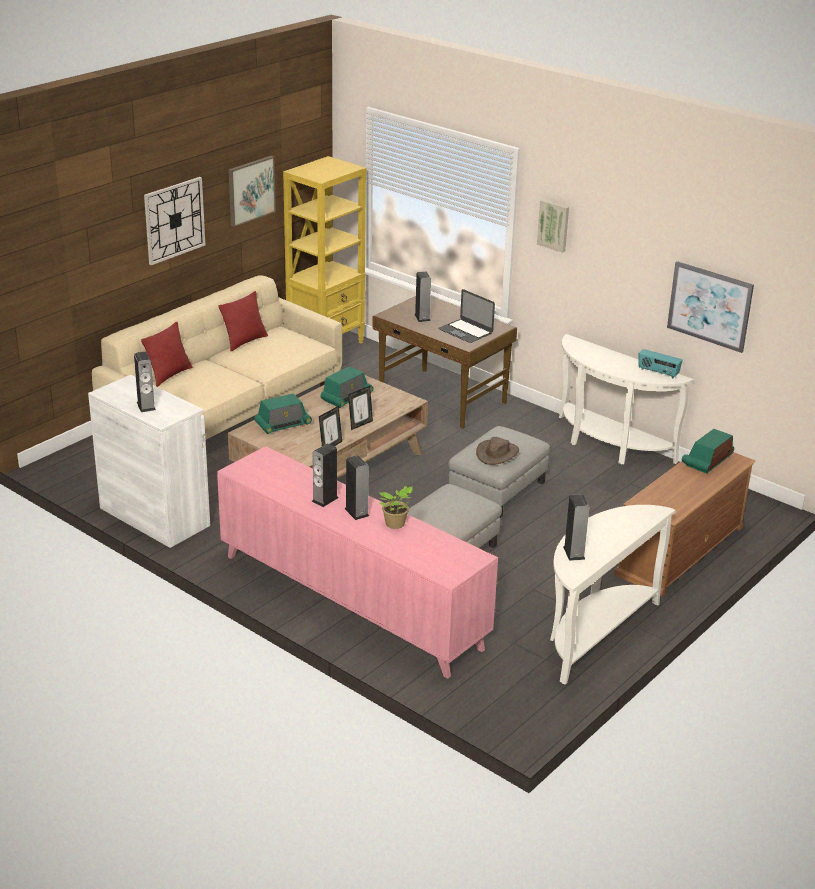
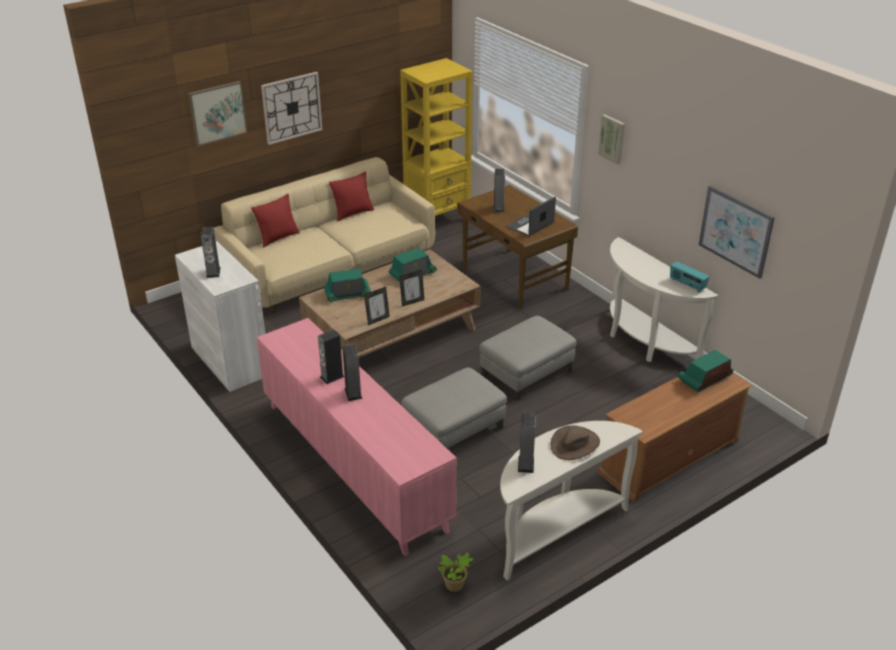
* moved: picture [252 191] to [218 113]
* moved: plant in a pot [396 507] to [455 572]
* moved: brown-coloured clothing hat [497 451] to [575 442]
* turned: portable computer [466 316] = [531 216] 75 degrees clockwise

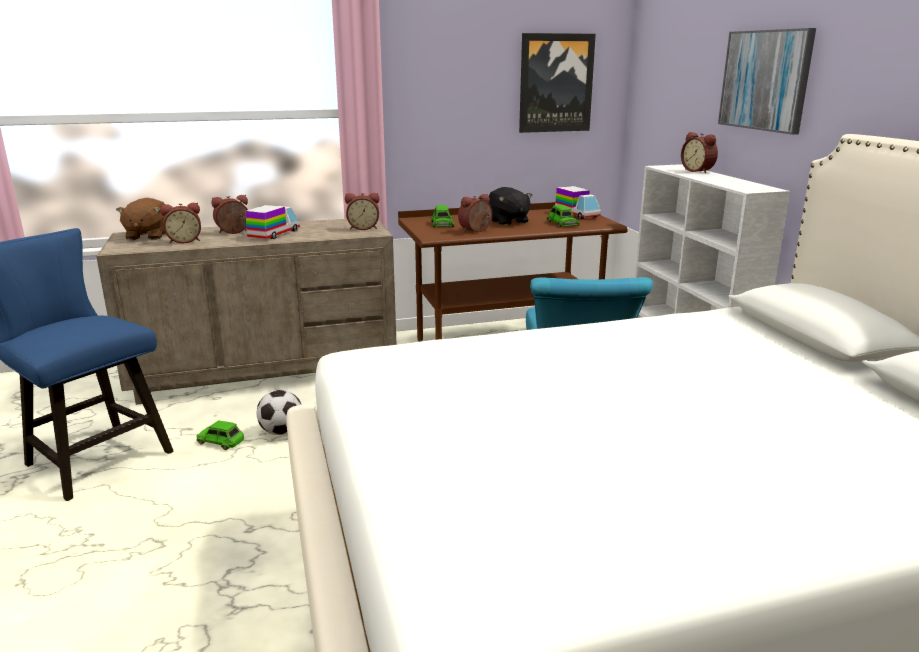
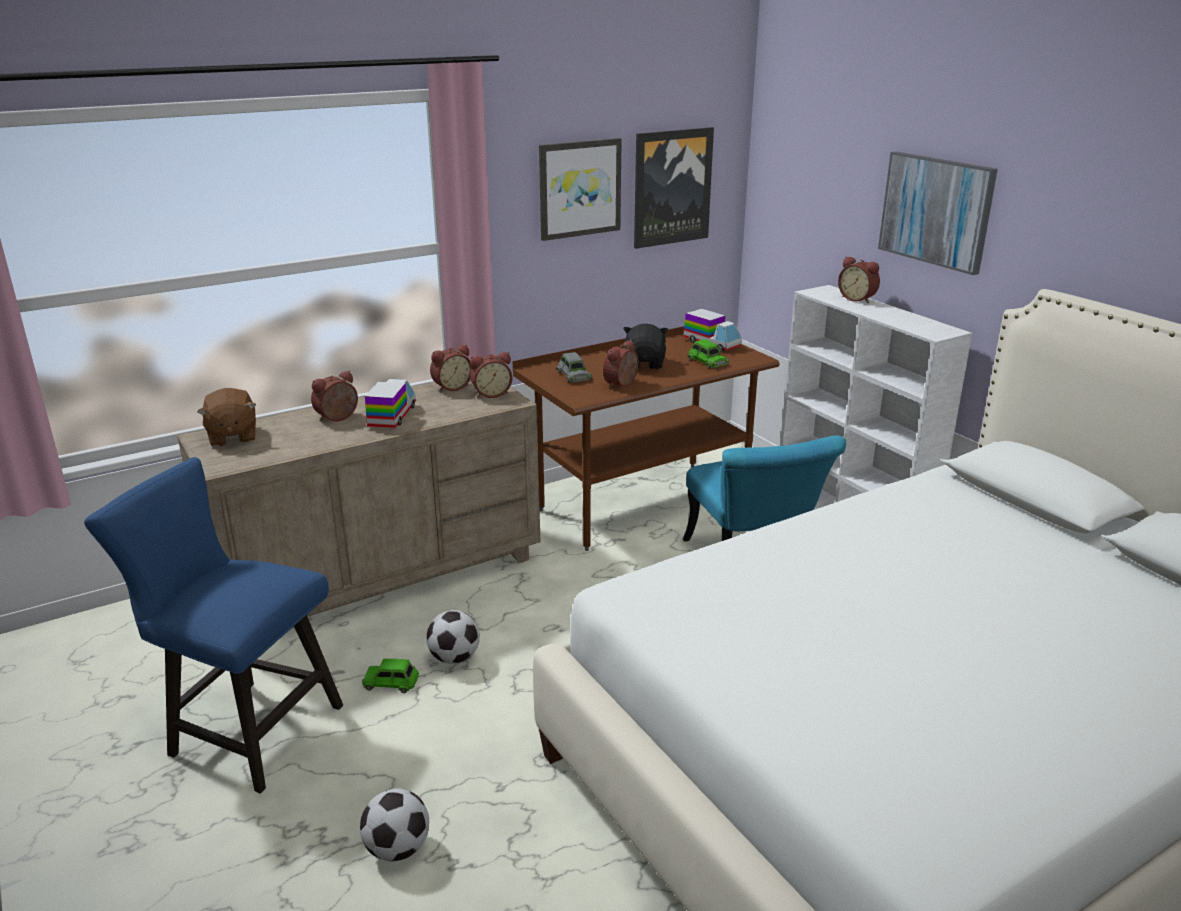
* added: ball for football [394 824]
* added: picture [580 189]
* moved: alarm clock [180 223] to [450 368]
* recoloured: greenish toy car [442 216] to gray toy car [574 367]
* turned: blackish cuddly toy [510 206] = [645 346] 135 degrees counterclockwise

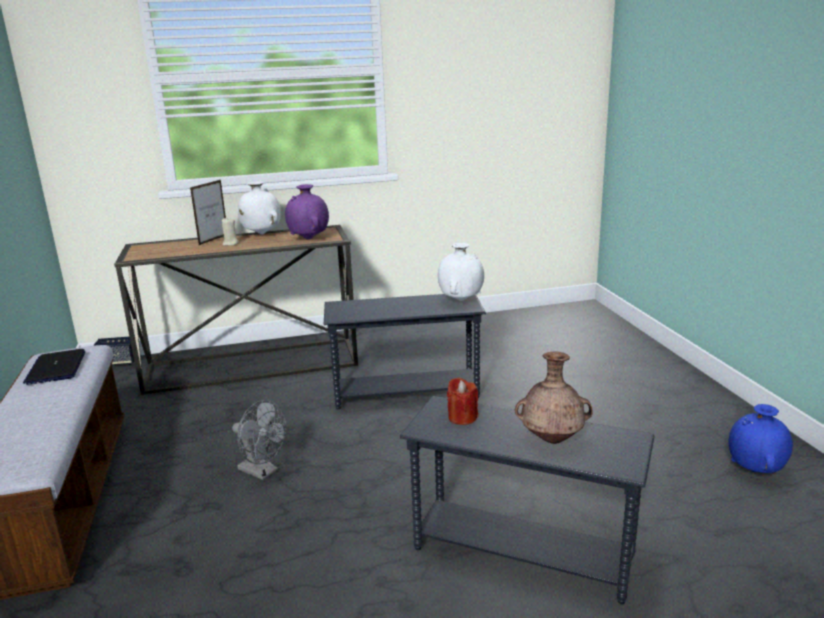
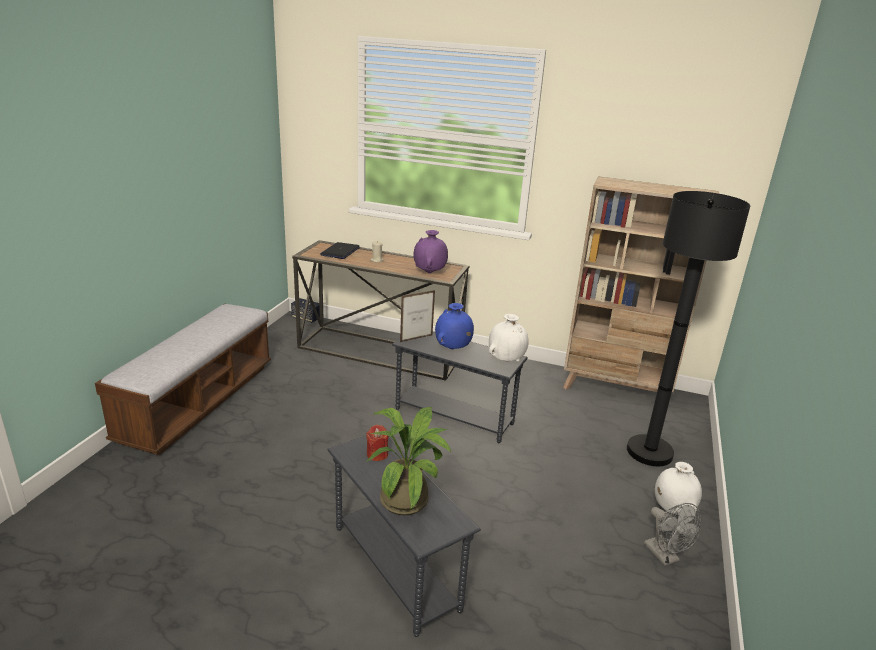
* added: sand-coloured shelving unit [641 284]
* added: blackish floor lamp [688 328]
* moved: portable computer [54 367] to [340 250]
* moved: photo frame [208 212] to [417 316]
* moved: gray electric fan [259 440] to [672 534]
* moved: white vase [259 208] to [678 488]
* moved: blue vase [761 438] to [454 326]
* replaced: brown-coloured vase [554 398] to plant in a pot [409 461]

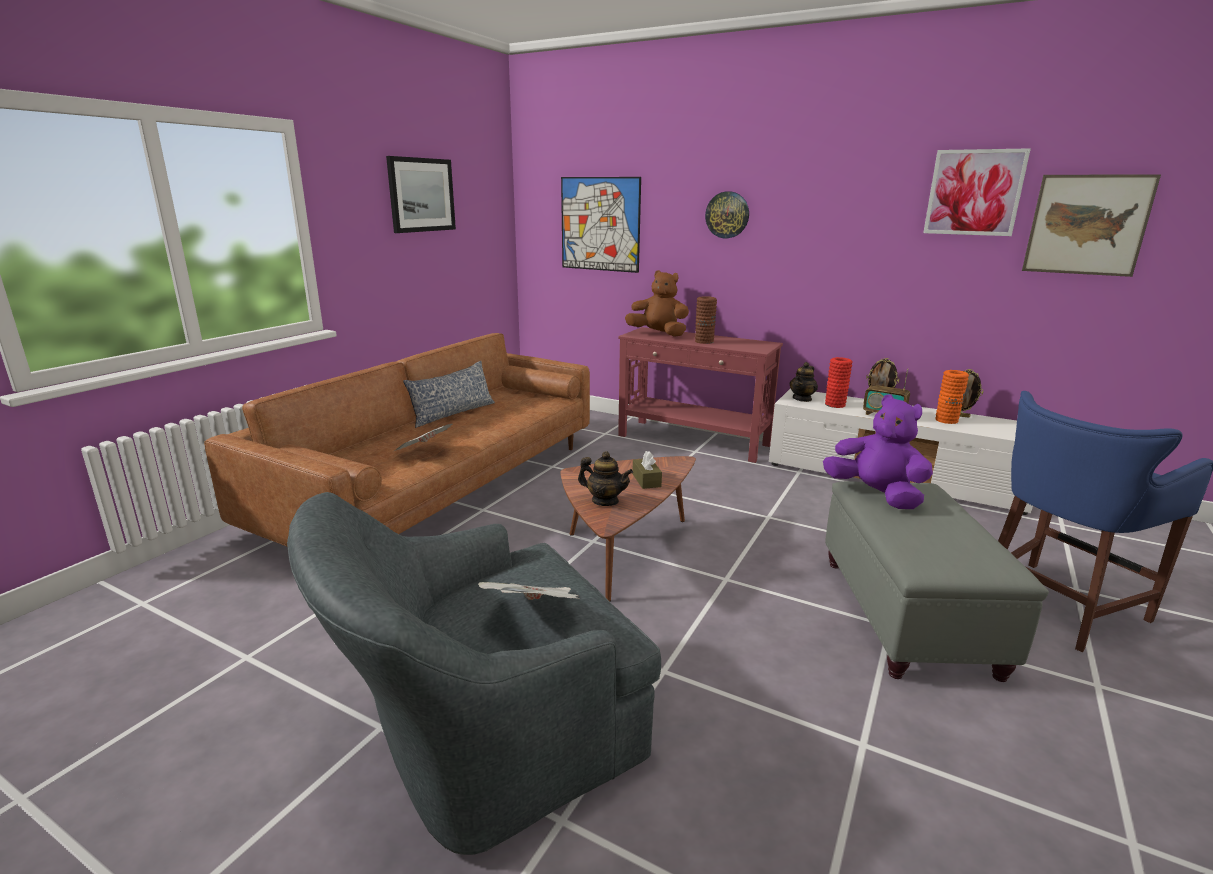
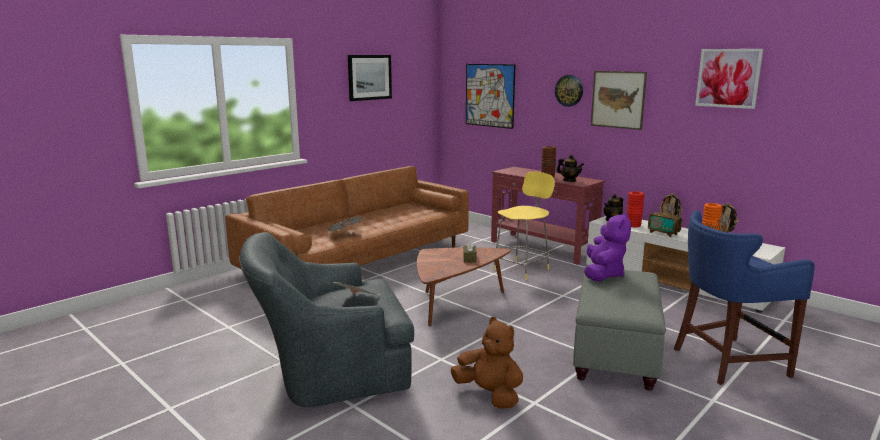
* removed: throw pillow [449 394]
* added: yellow-coloured stool [524 226]
* moved: pot for tea [605 478] to [570 168]
* moved: brown-coloured cuddly toy [657 303] to [487 363]
* moved: picture [1091 226] to [619 100]
* turned: purple cuddly toy [878 451] = [607 247] 45 degrees clockwise

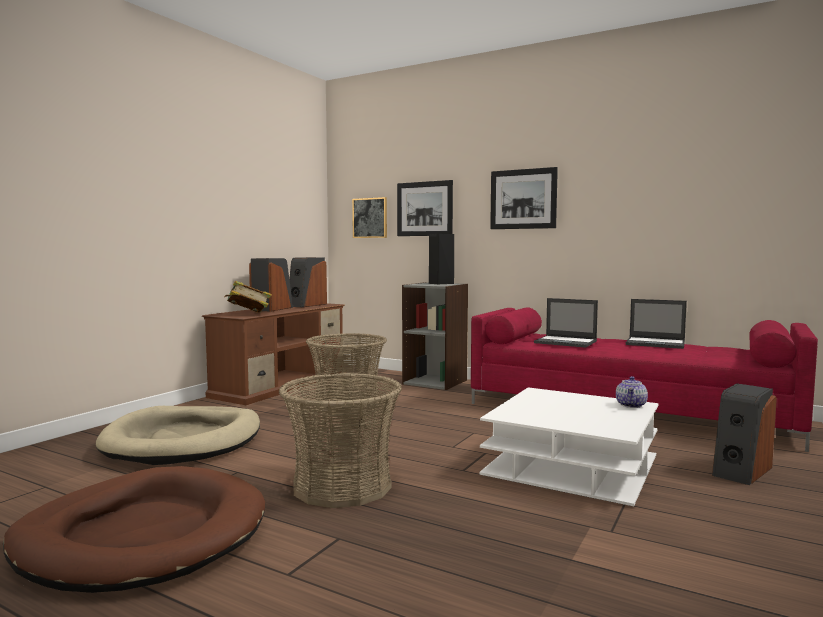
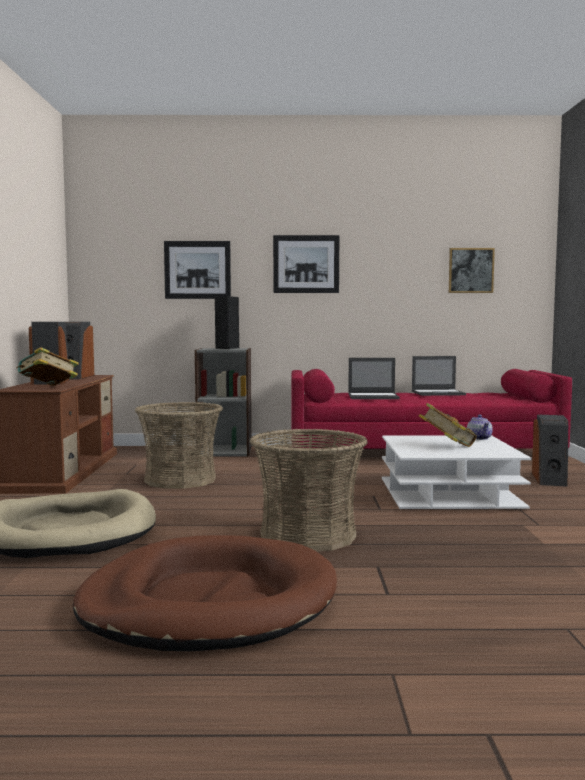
* added: book [448 425]
* moved: picture [369 217] to [472 270]

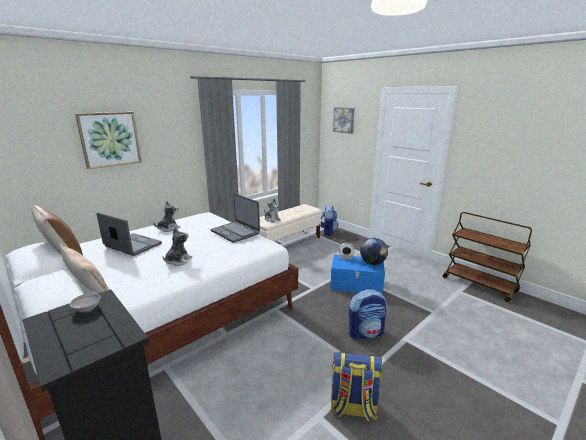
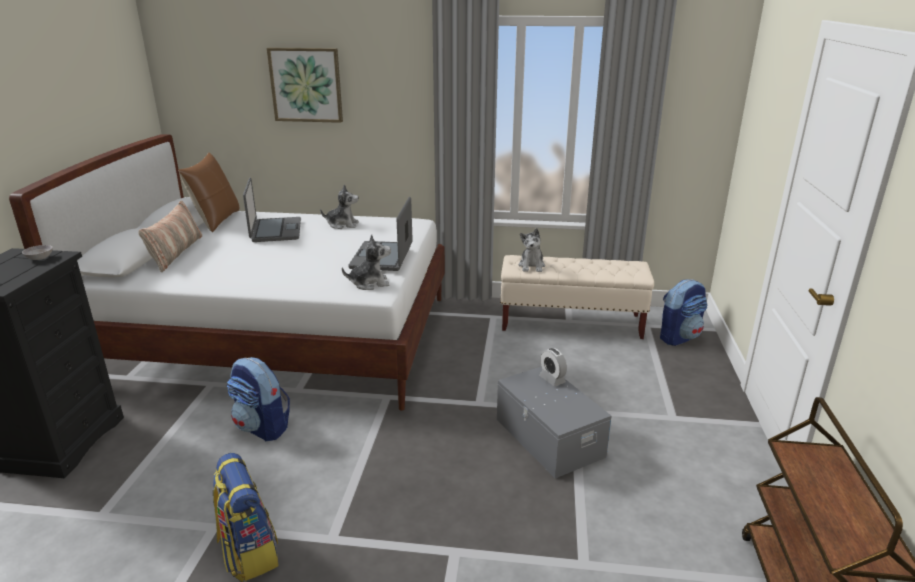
* removed: picture [344 120]
* removed: world globe [374 251]
* moved: cuddly toy [177 247] to [366 262]
* moved: knapsack [368 314] to [258 399]
* recoloured: blue storage box [357 275] to gray storage box [554 422]

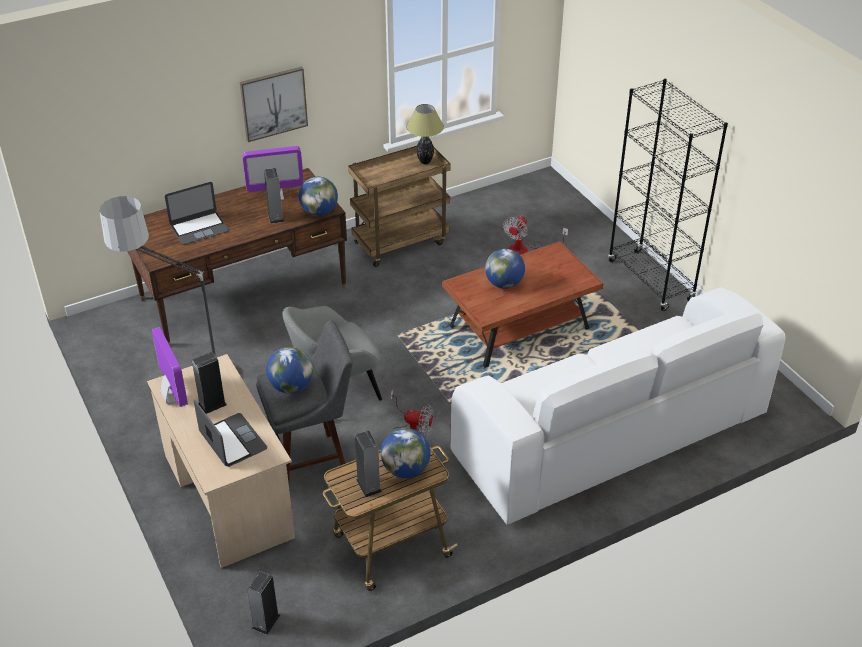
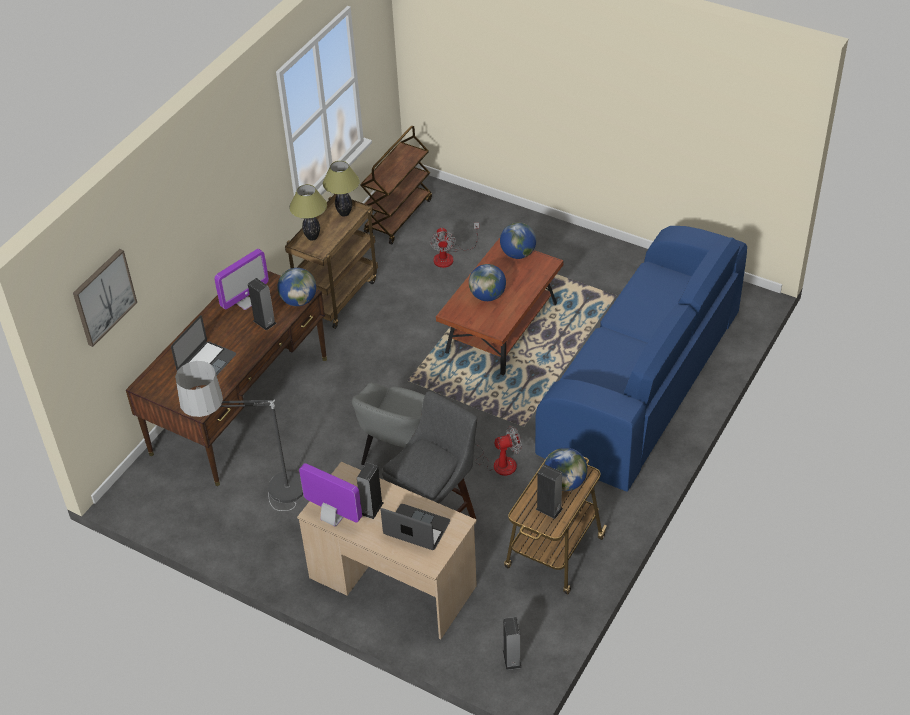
* removed: blackish shelving unit [668 195]
* added: tabletop lamp [308 212]
* added: brown-coloured cart [396 185]
* moved: picture [274 104] to [105 298]
* moved: world globe [289 370] to [518 241]
* recoloured: white sofa [618 406] to blue sofa [641 359]

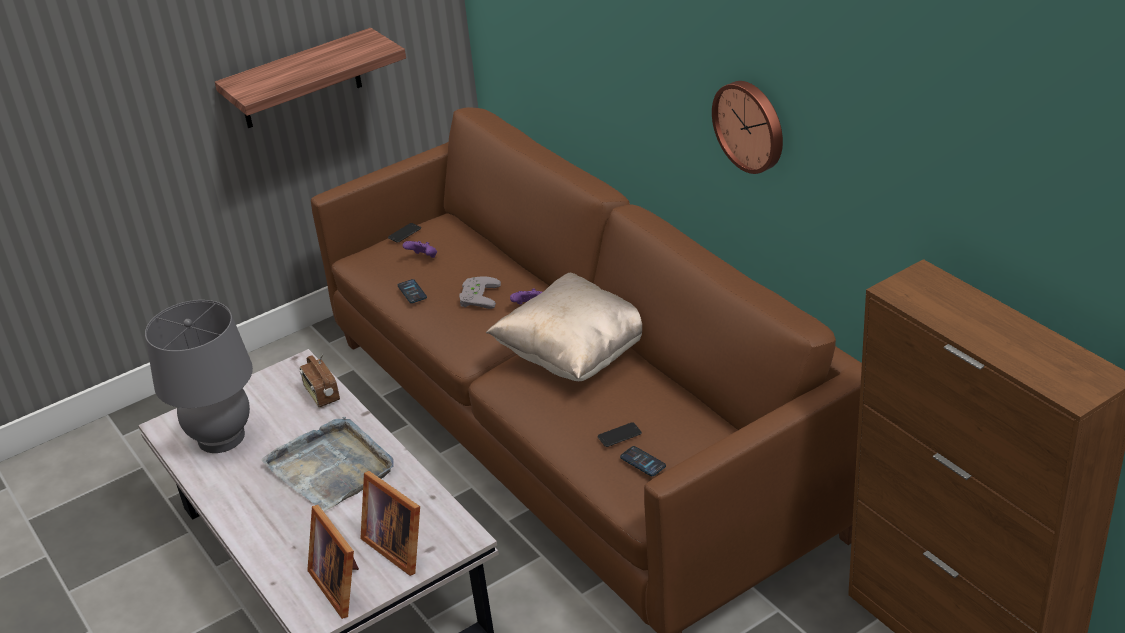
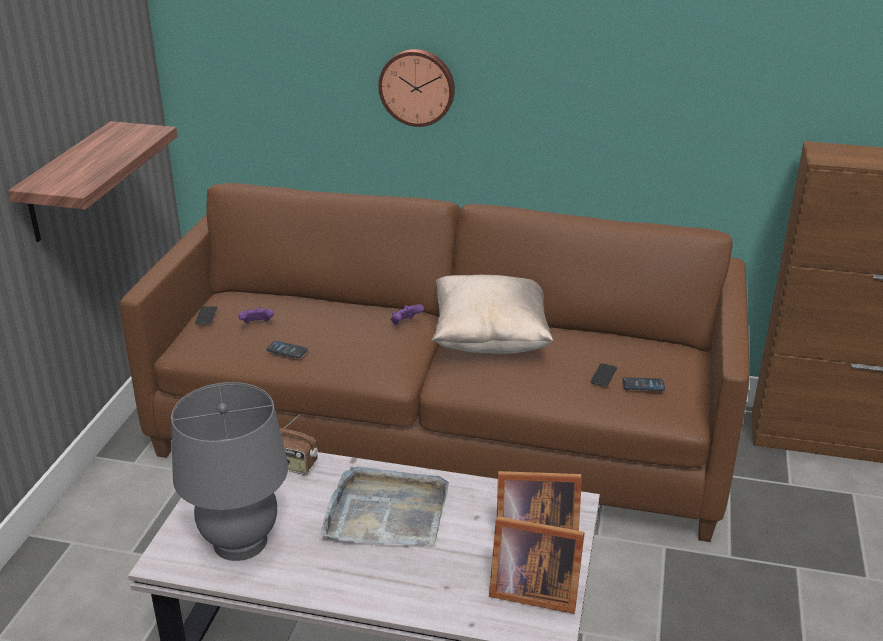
* removed: gray joypad [480 292]
* moved: clock on the wall [747 127] to [416 88]

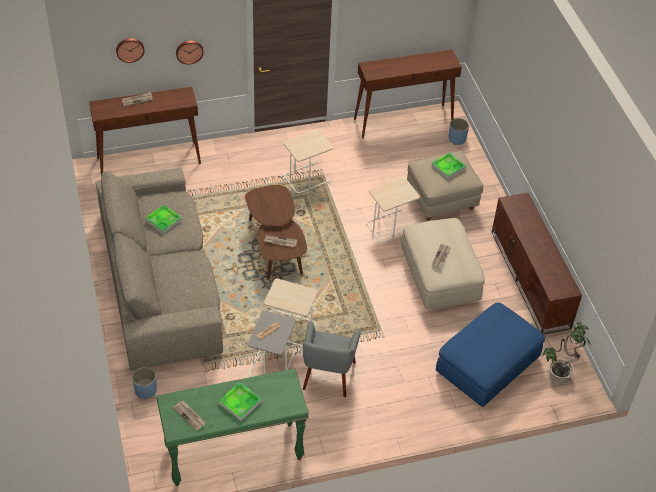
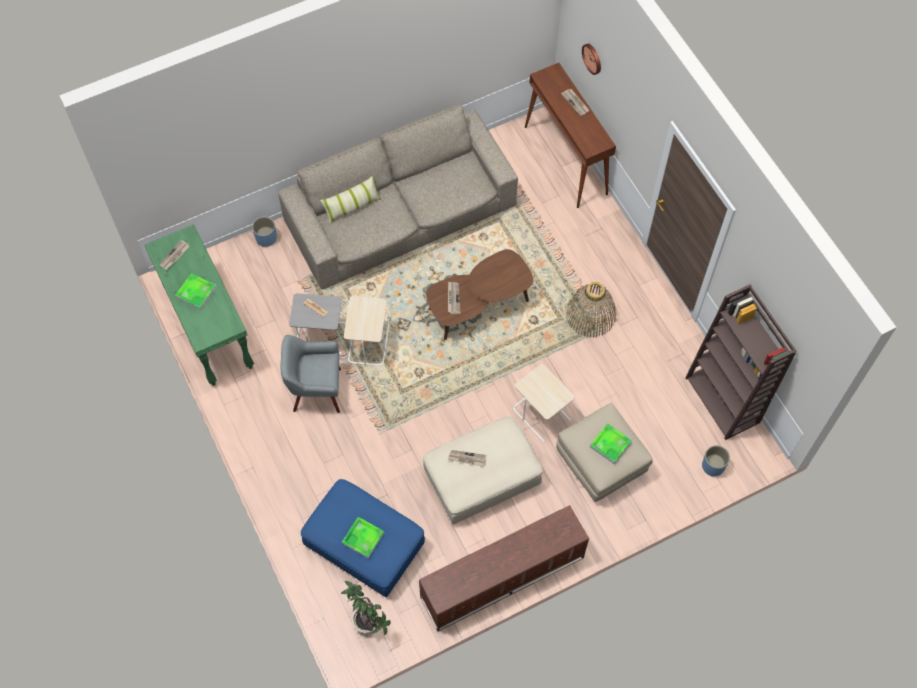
* removed: clock on the wall [190 53]
* added: throw pillow [350 199]
* moved: serving tray [163 219] to [363 538]
* replaced: sand-coloured end table [308 161] to storage basket [591 310]
* replaced: brown-coloured hall table [408 94] to brown-coloured shelving unit [741 362]

